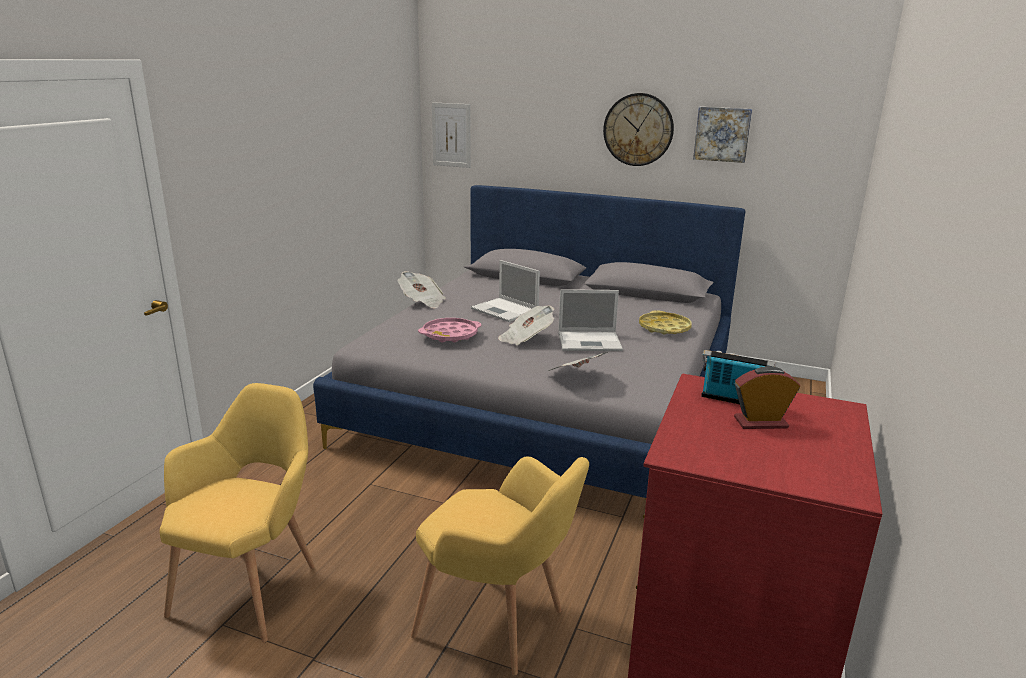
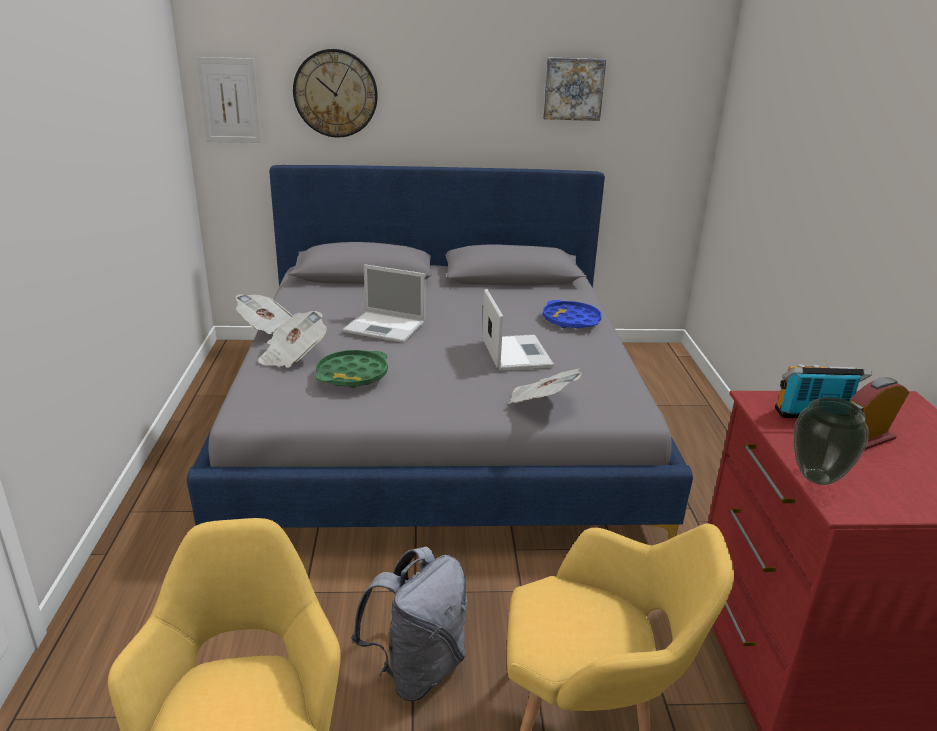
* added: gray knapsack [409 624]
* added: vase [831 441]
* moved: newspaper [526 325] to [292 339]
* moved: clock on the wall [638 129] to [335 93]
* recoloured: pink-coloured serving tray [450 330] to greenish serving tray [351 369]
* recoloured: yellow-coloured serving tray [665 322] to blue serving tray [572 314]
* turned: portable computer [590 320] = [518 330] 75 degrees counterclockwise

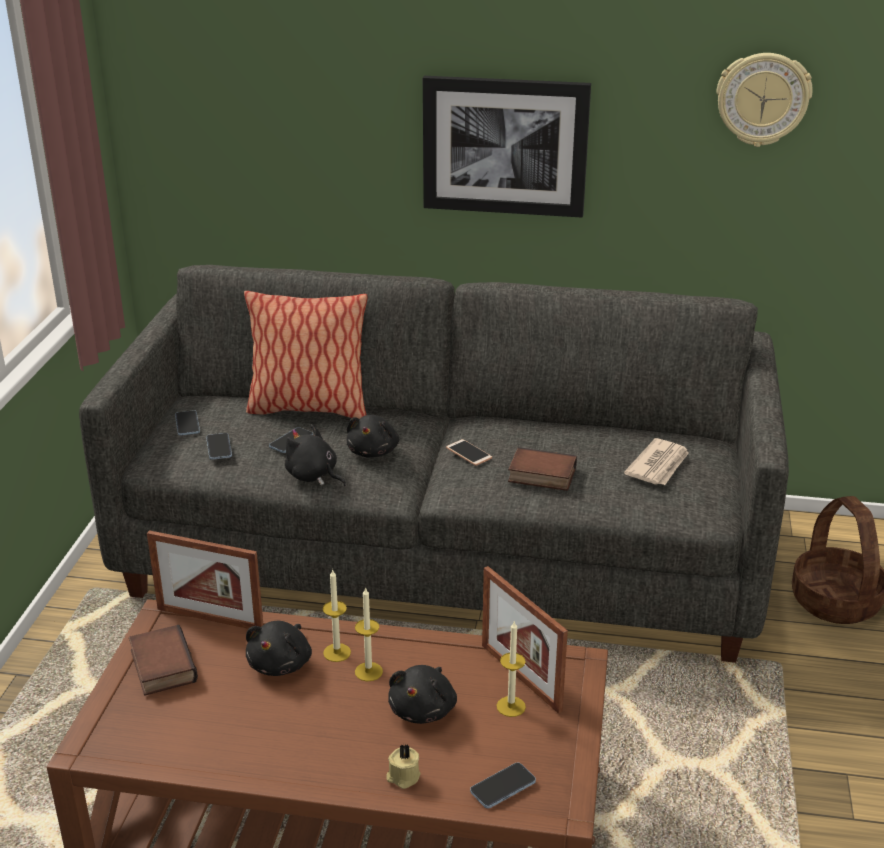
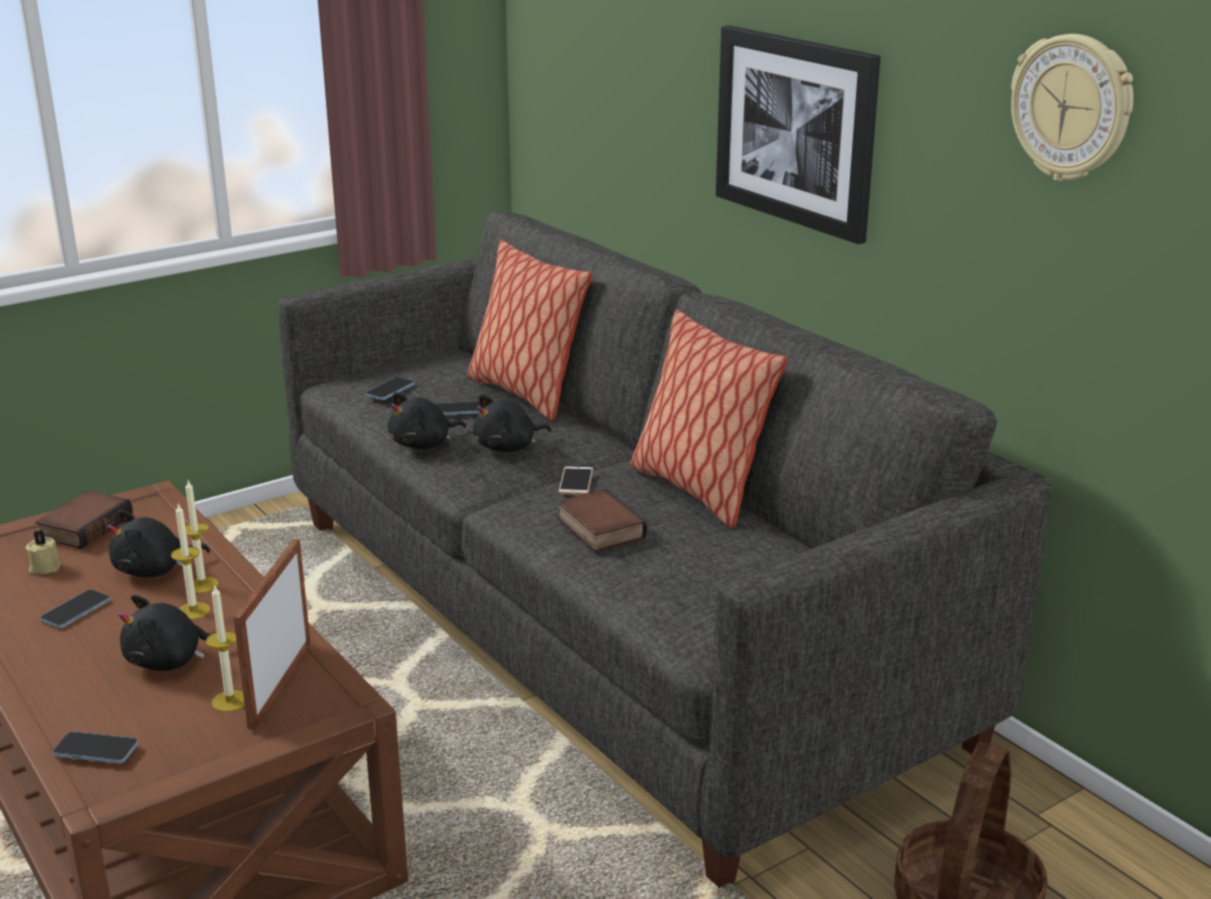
* removed: photo frame [205 579]
* removed: newspaper [656 461]
* added: throw pillow [709 419]
* moved: handset [187 423] to [75 608]
* moved: sand-coloured candle [404 766] to [43 552]
* turned: blackish cuddly toy [315 455] = [427 420] 120 degrees counterclockwise

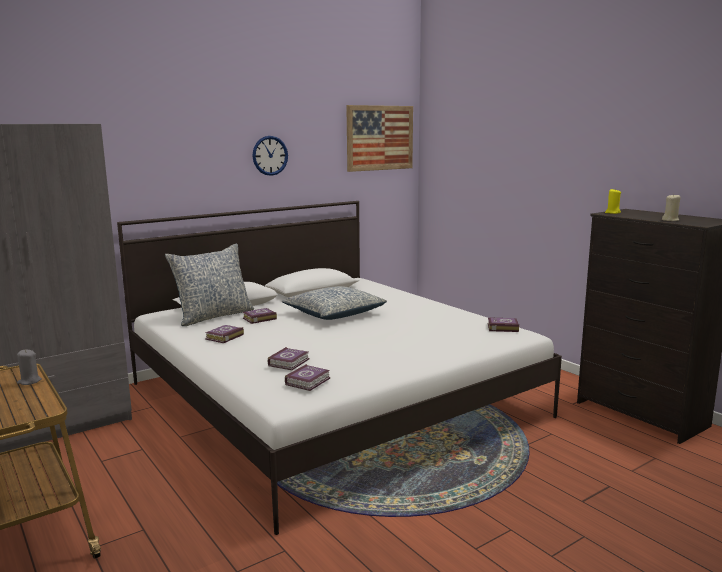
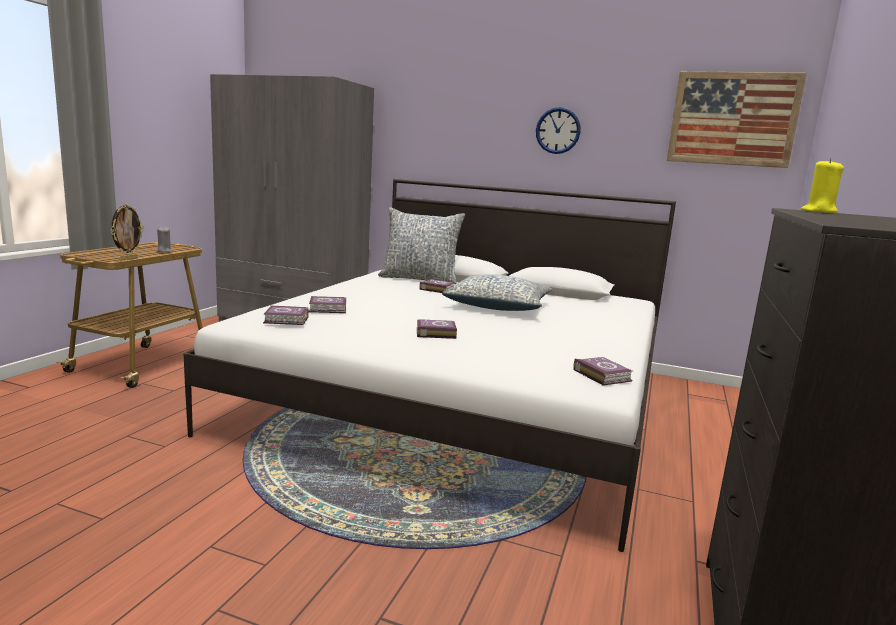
* removed: sand-coloured candle [671 207]
* added: photo frame [127 232]
* moved: book [224 334] to [437 329]

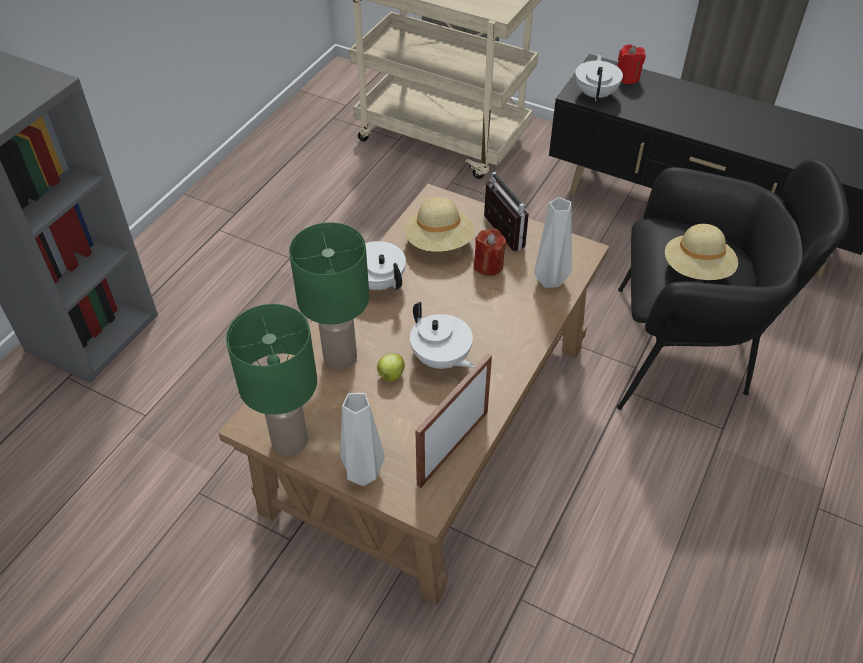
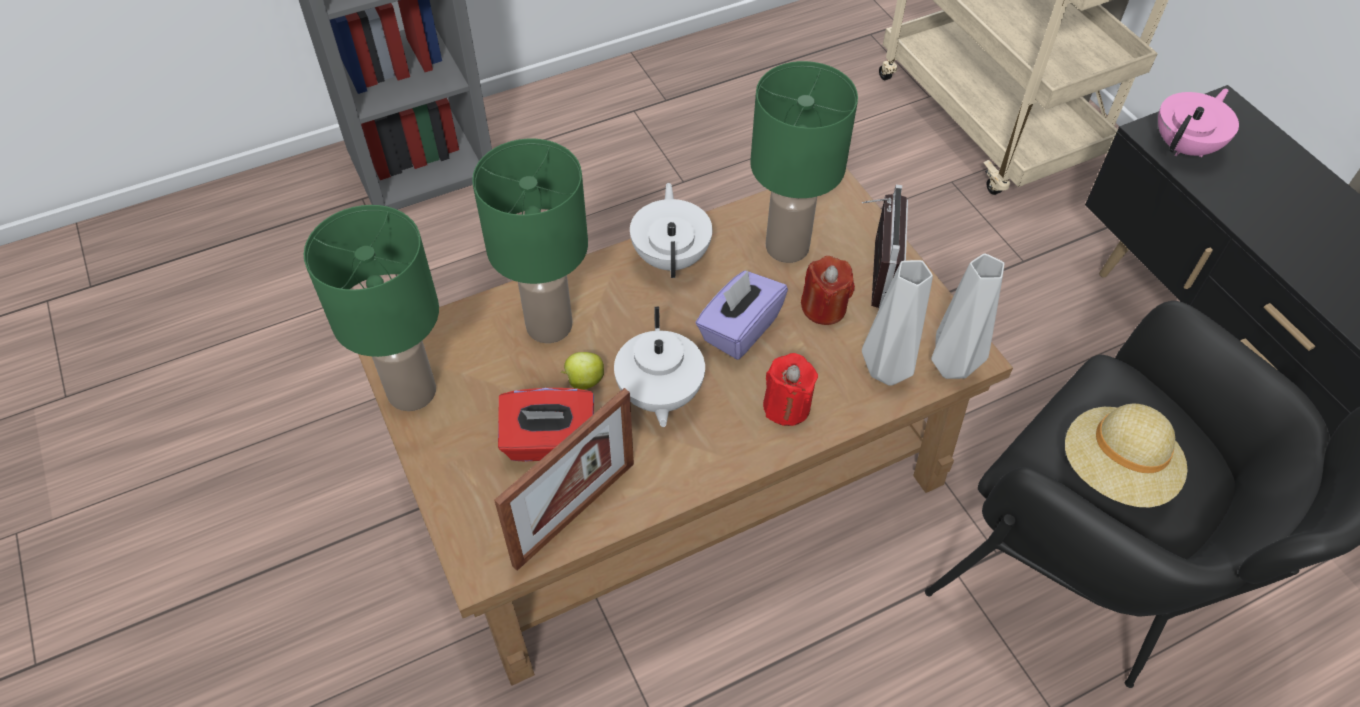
* added: red-coloured tissue holder [546 424]
* added: purple tissue holder [741 315]
* moved: gray vase [362 439] to [967 316]
* moved: red-coloured candle [631 64] to [790 389]
* replaced: sand-coloured clothing hat [439 224] to greenish tabletop lamp [804 162]
* recoloured: white pot for tea [599 77] to pink-coloured pot for tea [1198 122]
* turned: photo frame [453 420] = [564 479] 150 degrees clockwise

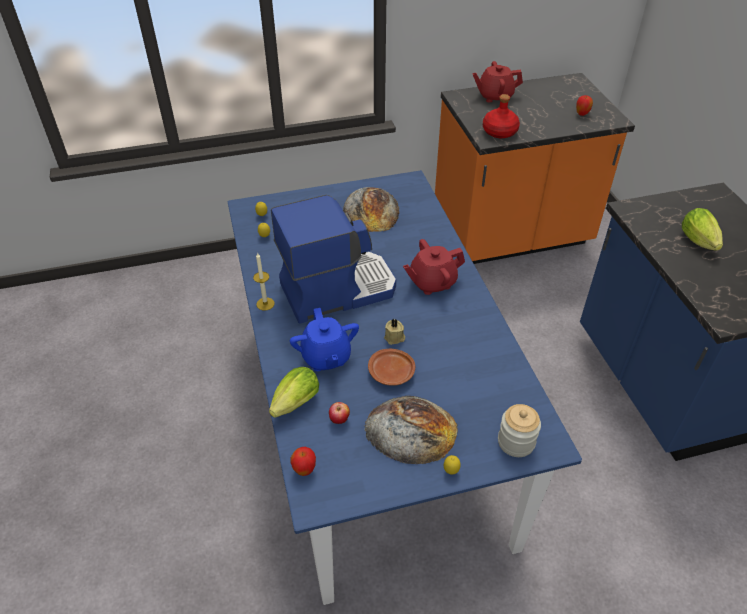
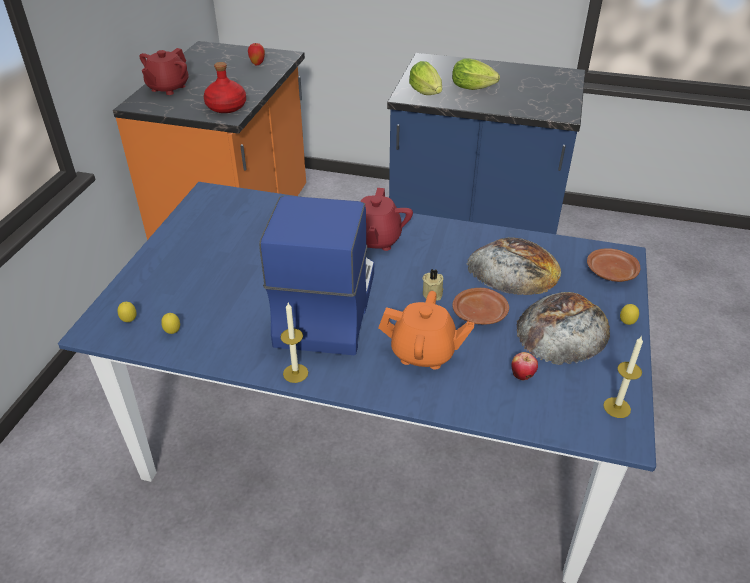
* removed: apple [303 461]
* added: candle [623 377]
* moved: lettuce head [294 392] to [425 78]
* moved: bakery bread [371 209] to [514 266]
* replaced: storage jar [519 430] to brown-coloured plate [613 265]
* recoloured: blue pot for tea [324 339] to orange pot for tea [426 330]

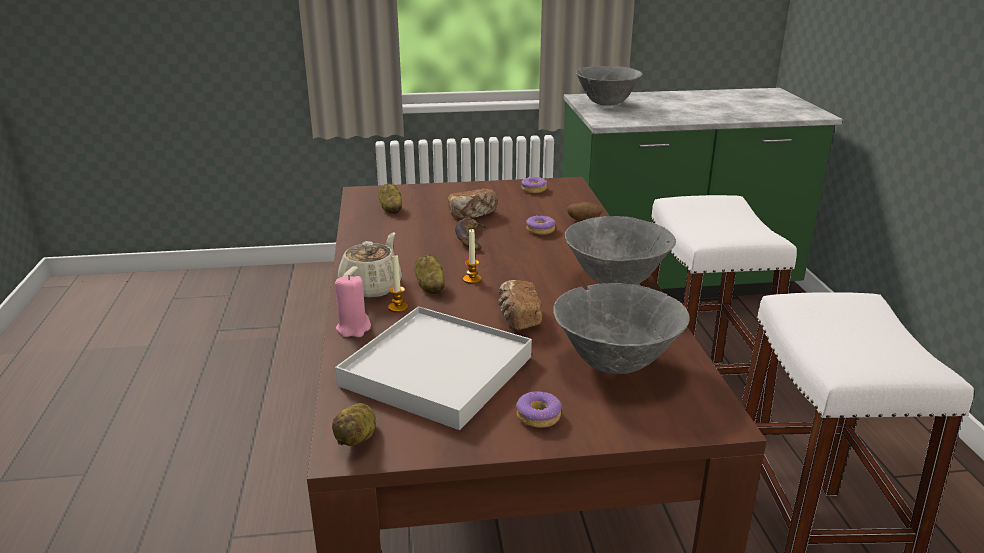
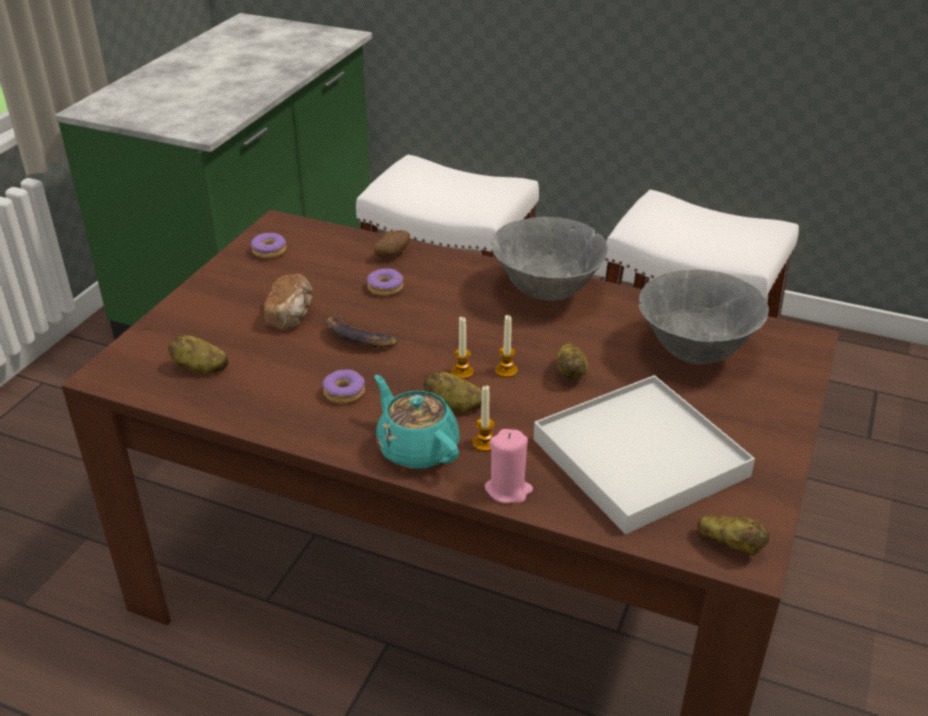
* removed: gray serving bowl [609 86]
* added: candle [506 346]
* moved: ring doughnut [539 409] to [344 387]
* replaced: bakery bread [520 305] to spud [572 362]
* recoloured: sand-coloured pot for tea [370 265] to turquoise pot for tea [417 422]

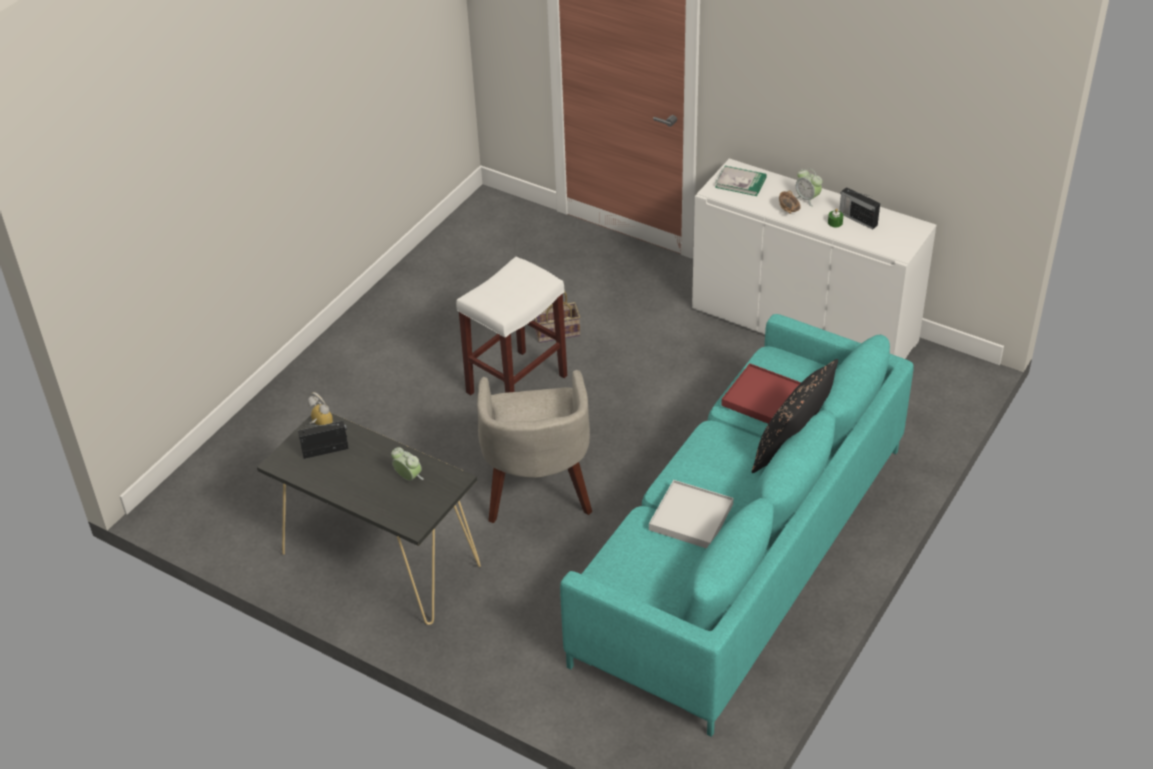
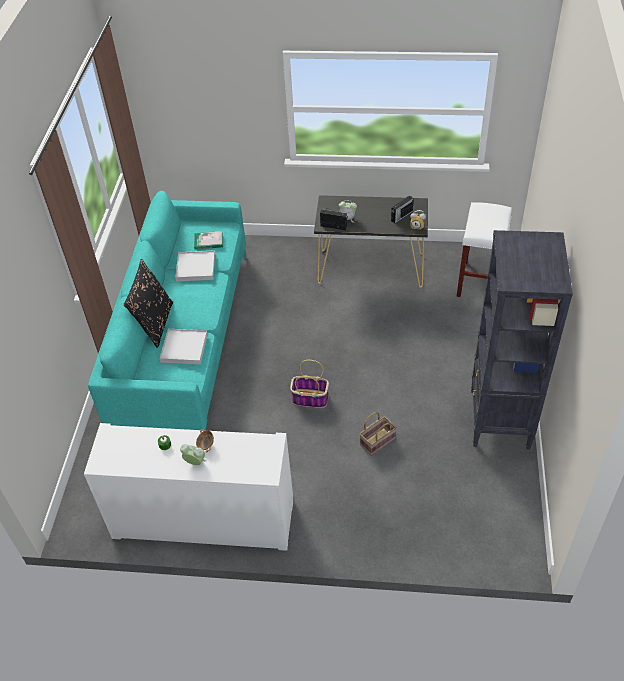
* removed: sand-coloured lounge chair [534 446]
* added: storage basket [309 384]
* added: blackish shelving unit [522 340]
* moved: white stool [511 325] to [484 249]
* moved: book [741 181] to [208 240]
* moved: radio [859 208] to [334 218]
* recoloured: red-coloured serving tray [761 393] to white serving tray [184 346]

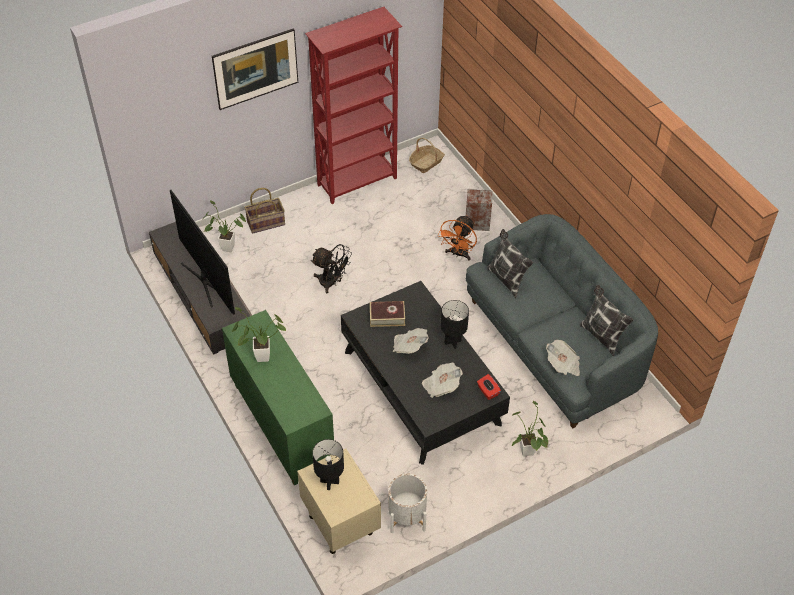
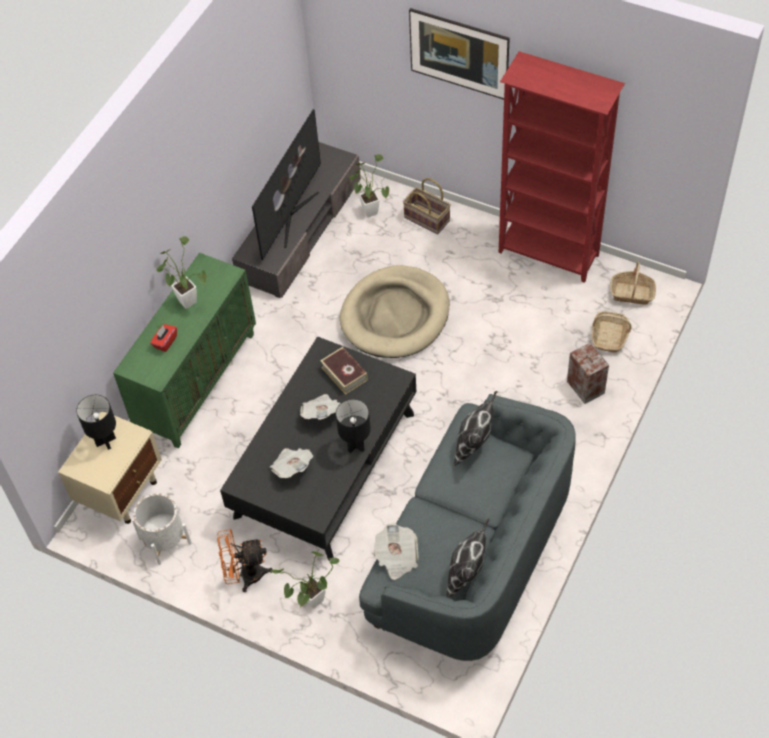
* added: storage basket [611 332]
* moved: orange electric fan [457 237] to [245 560]
* moved: red-coloured tissue holder [489 387] to [163 338]
* replaced: blackish electric fan [331 268] to sand-coloured dog cushion [395 311]

